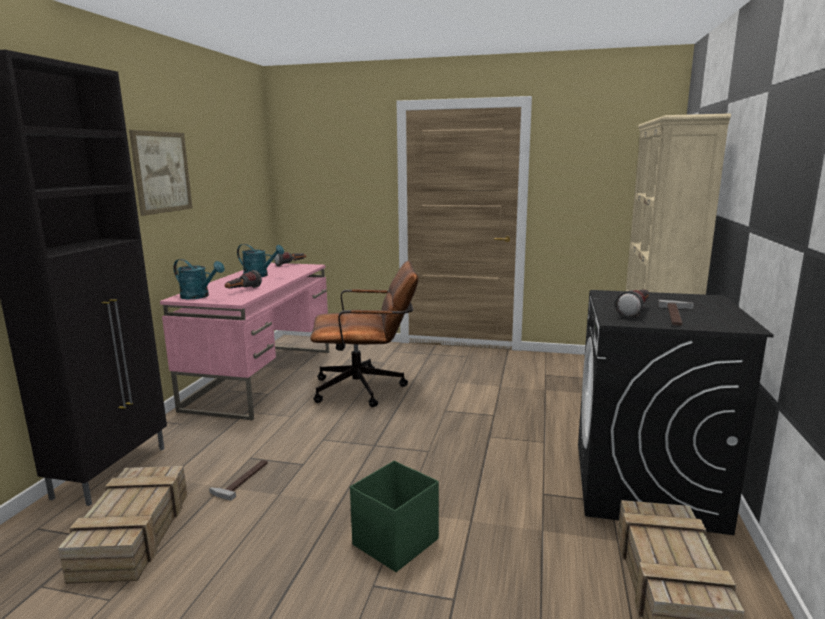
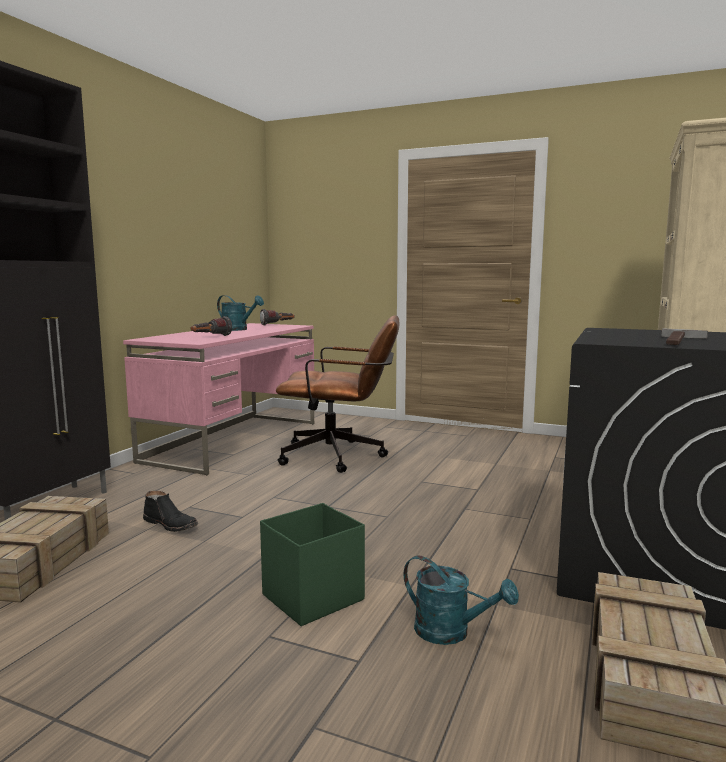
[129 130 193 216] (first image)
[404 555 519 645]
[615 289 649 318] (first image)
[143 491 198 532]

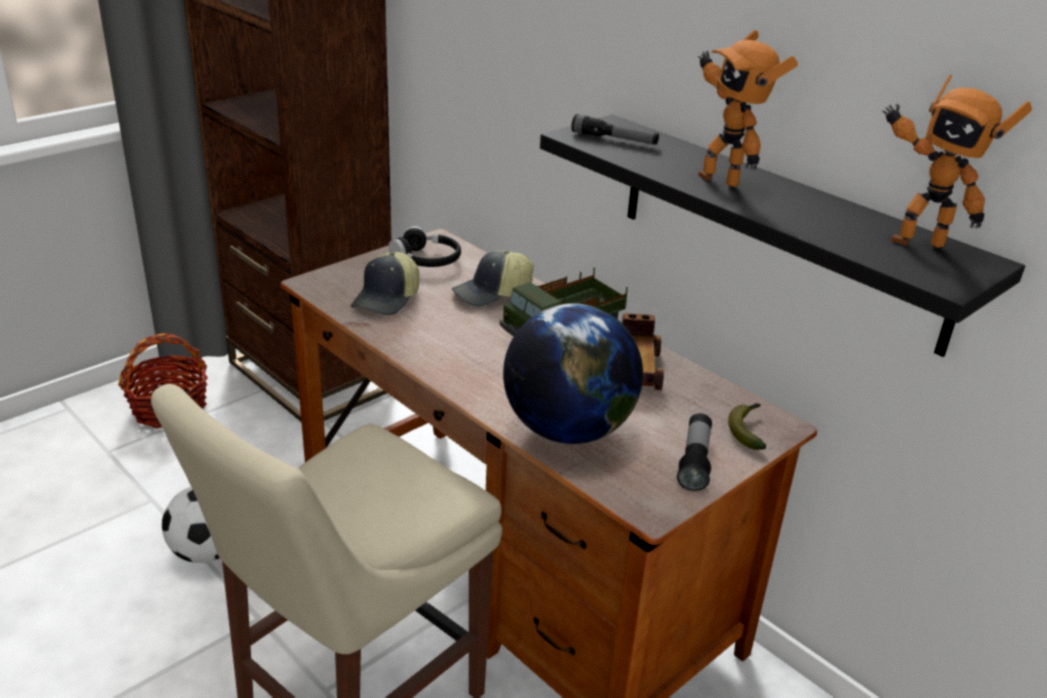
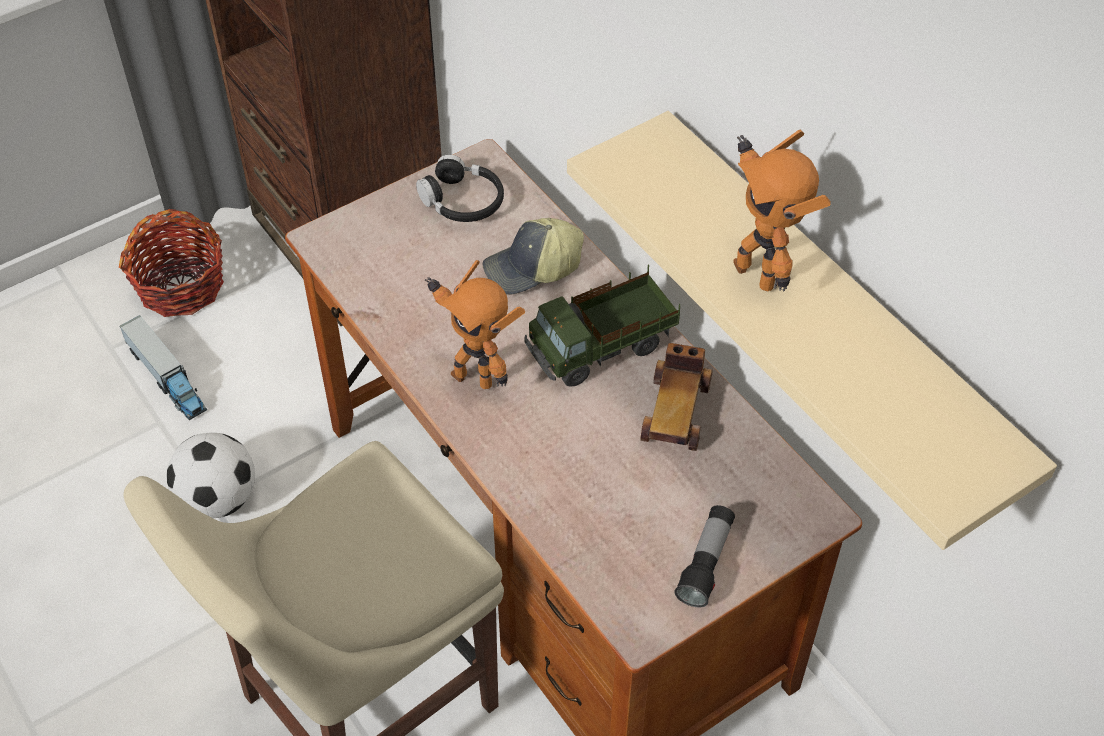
[425 260 525 389]
[567 111 1057 550]
[571 114 659 145] (first image)
[351 252 419 316] (first image)
[503 303 643 444] (first image)
[728 403 766 450] (first image)
[119 315 207 420]

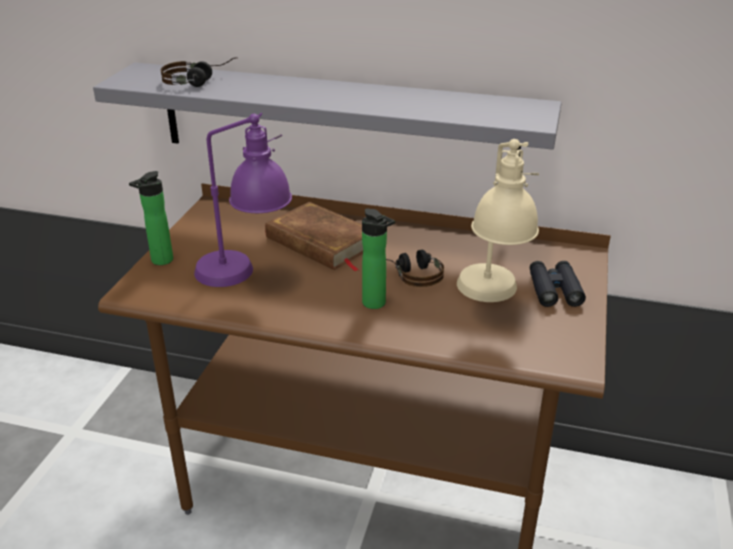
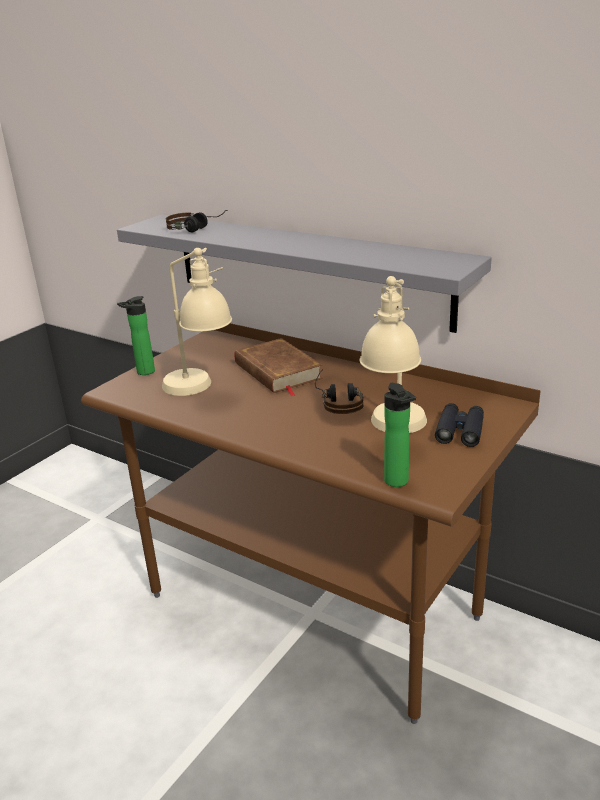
[162 248 232 396]
[384 383 416 487]

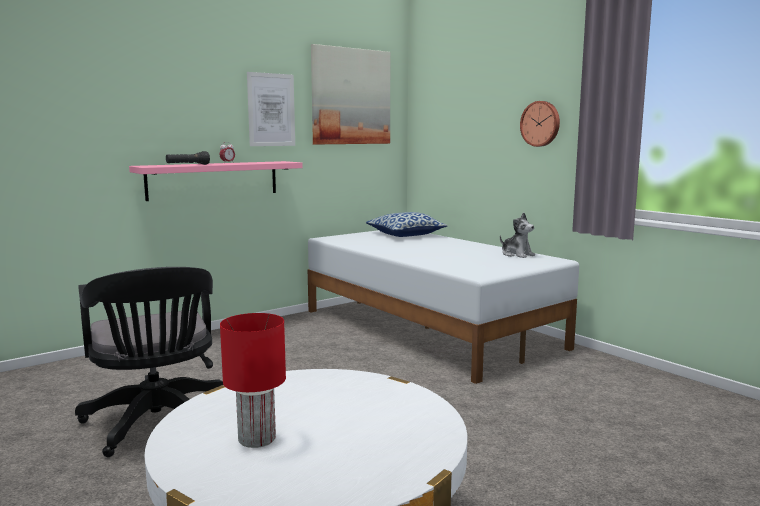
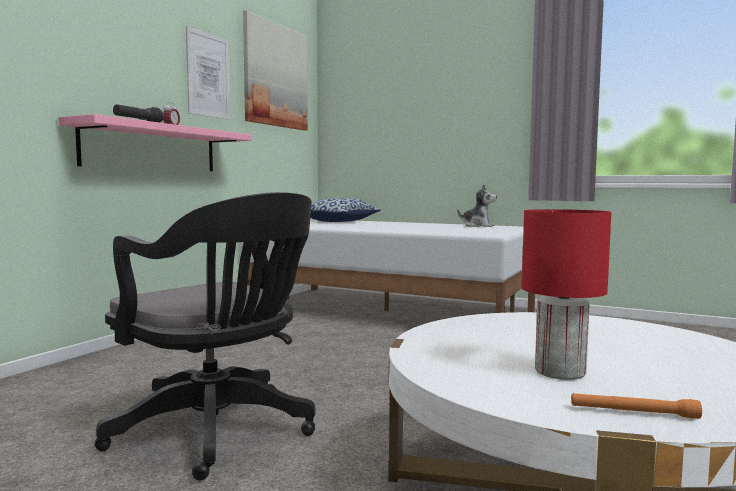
[520 101 560 147] (first image)
[571 393 702 419]

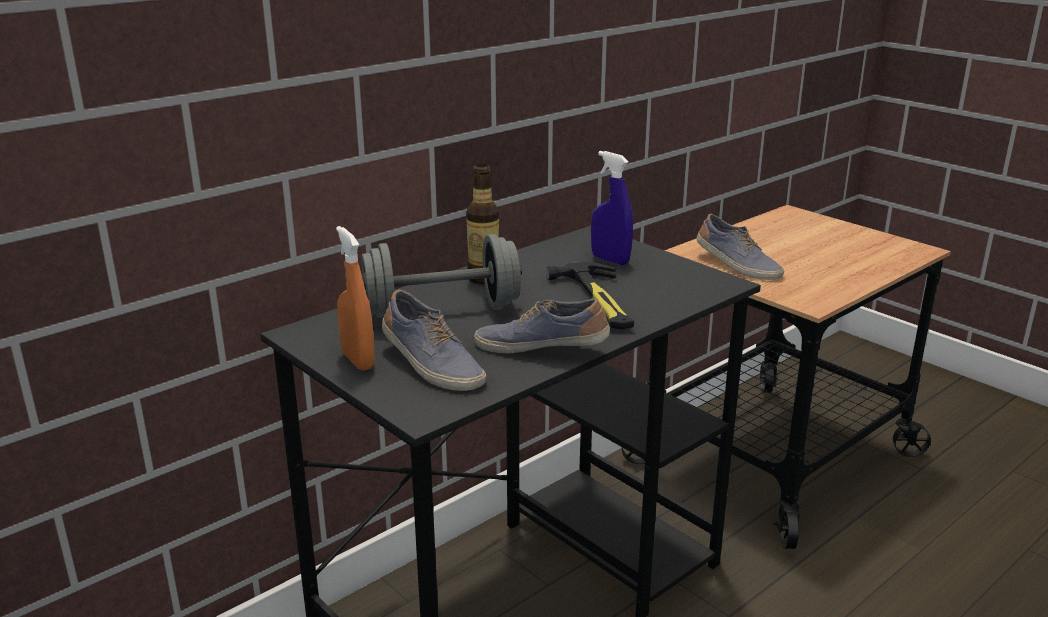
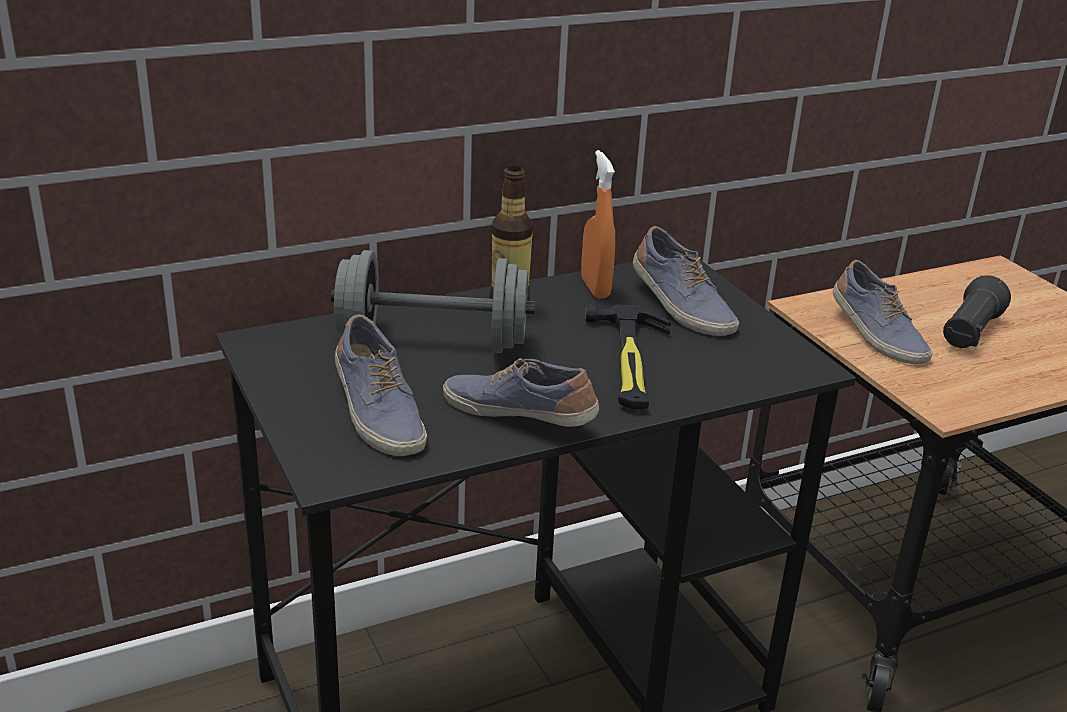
[633 226 739 336]
[581 150 615 299]
[943 275 1011 348]

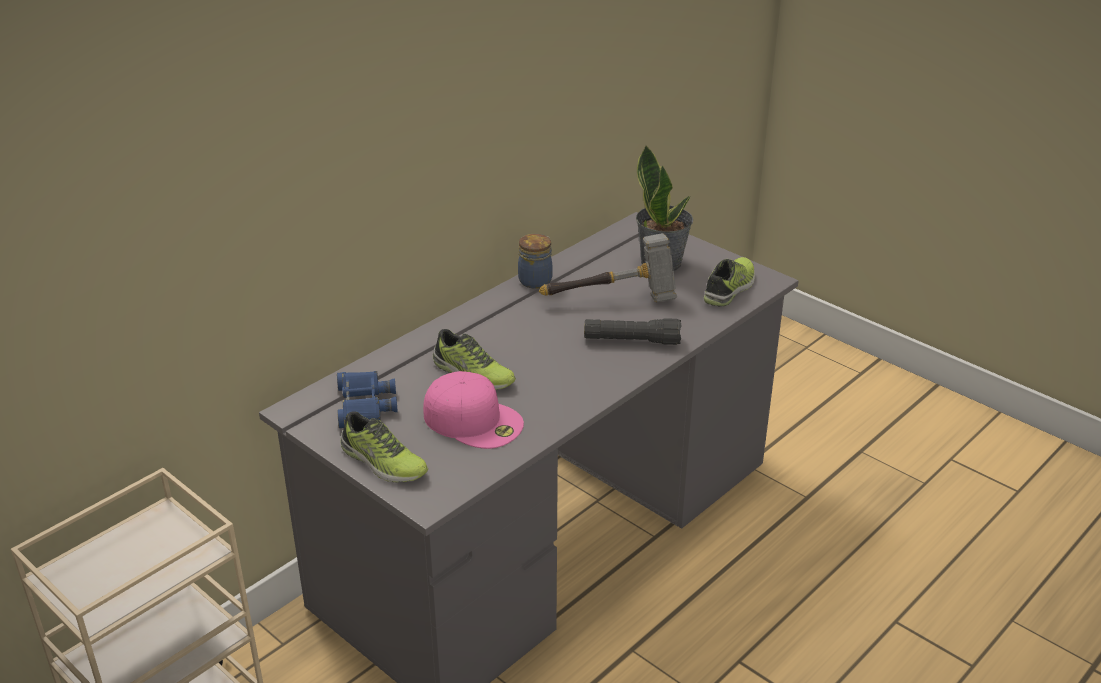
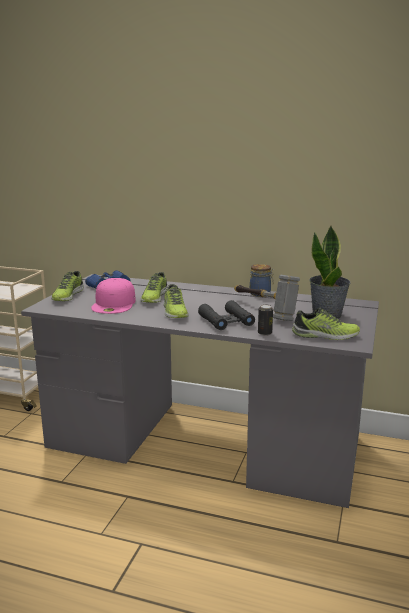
[198 300 255 330]
[164 284 189 318]
[258 305 273 336]

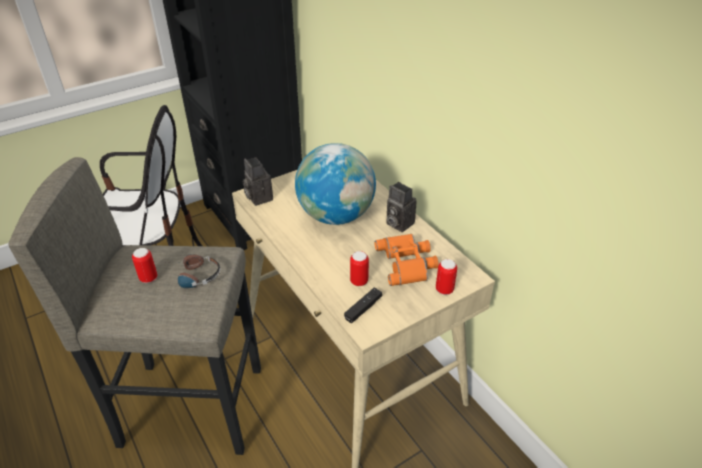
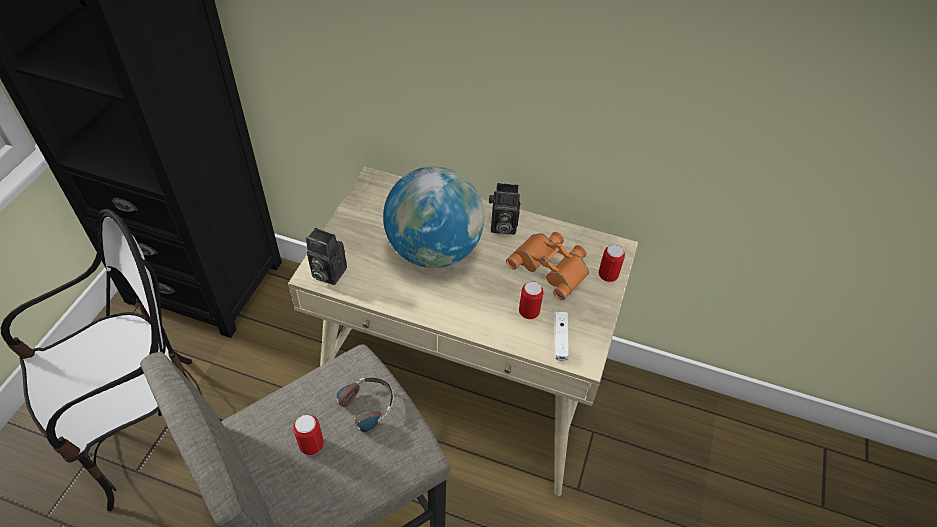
[555 311 569 361]

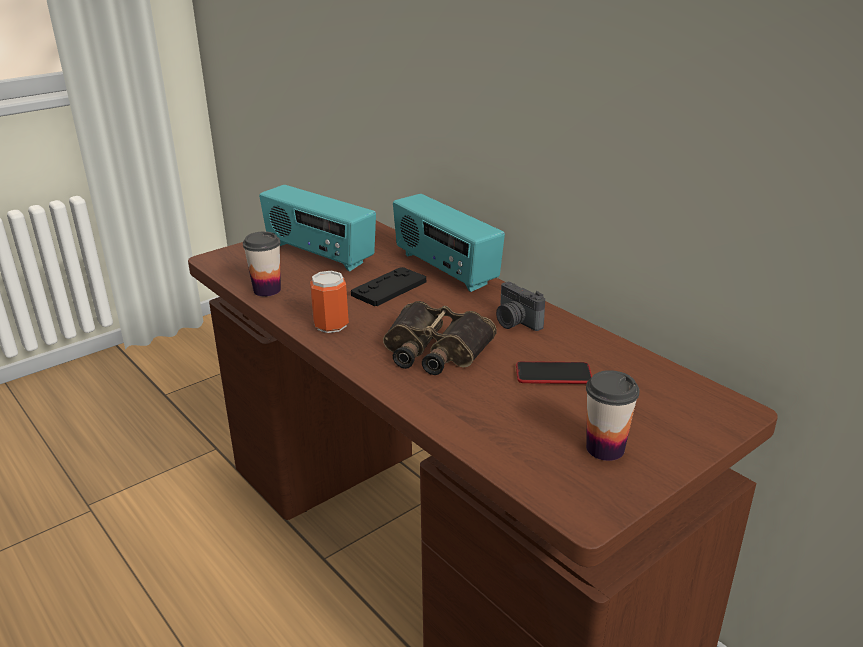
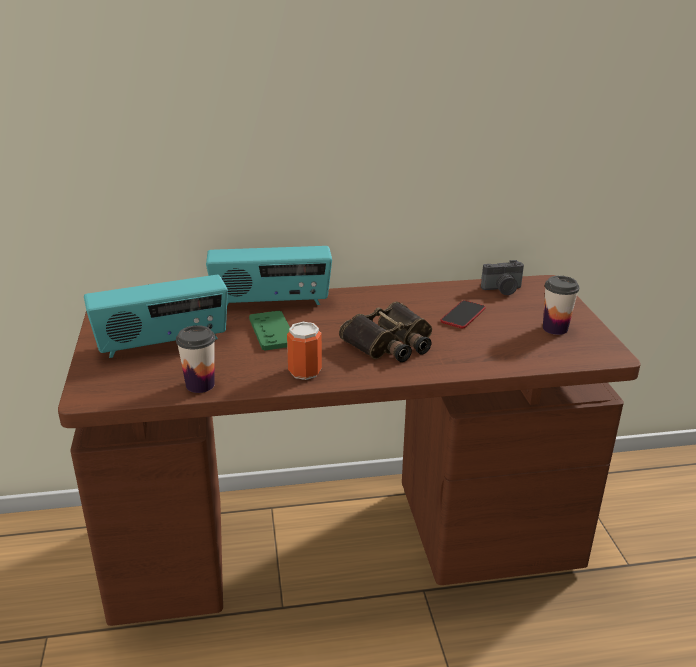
[249 310 290 351]
[481 260 524 295]

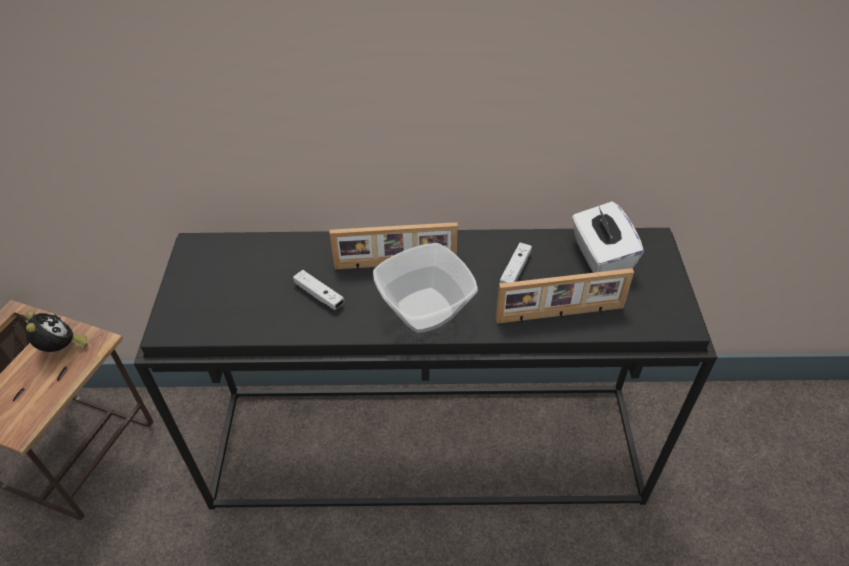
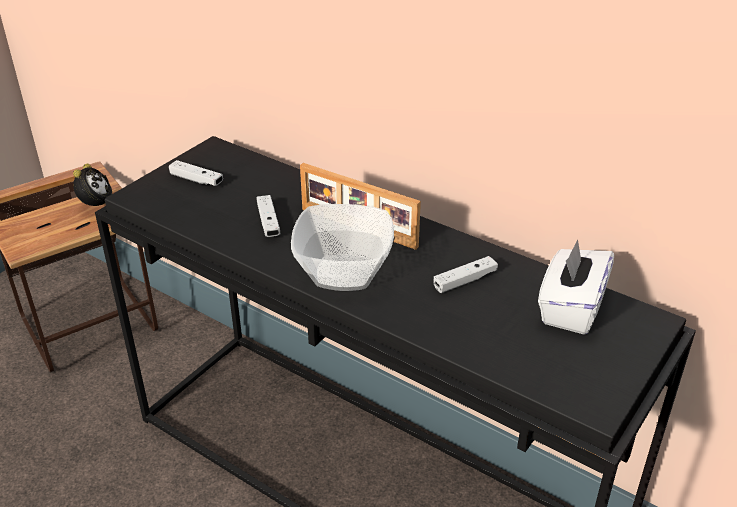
[496 268 634 324] (first image)
[169 160 223 186]

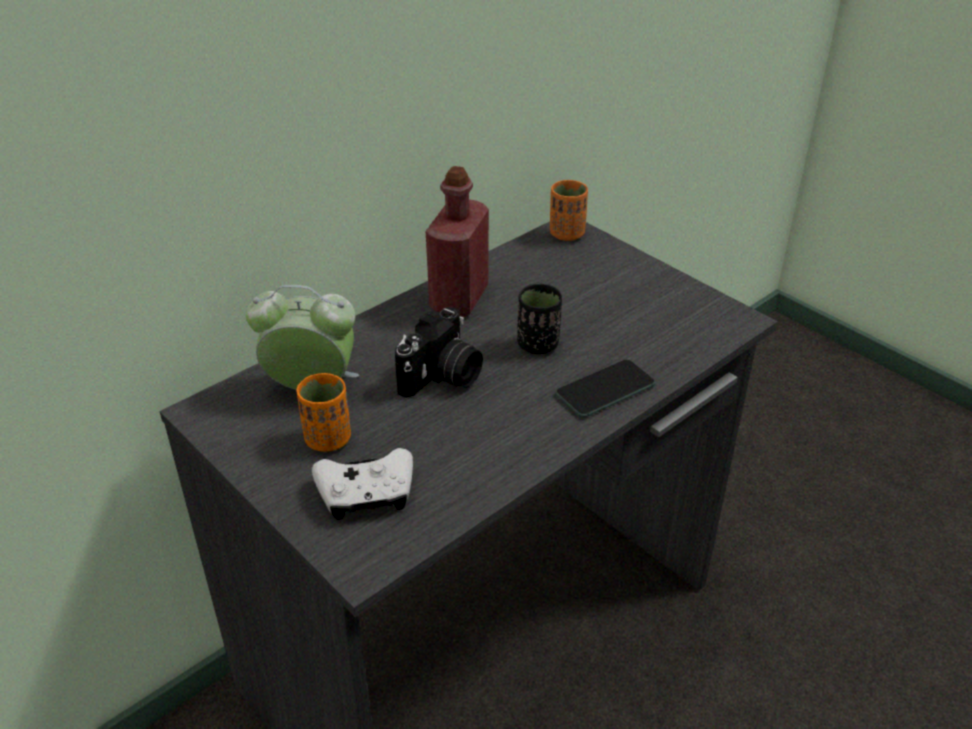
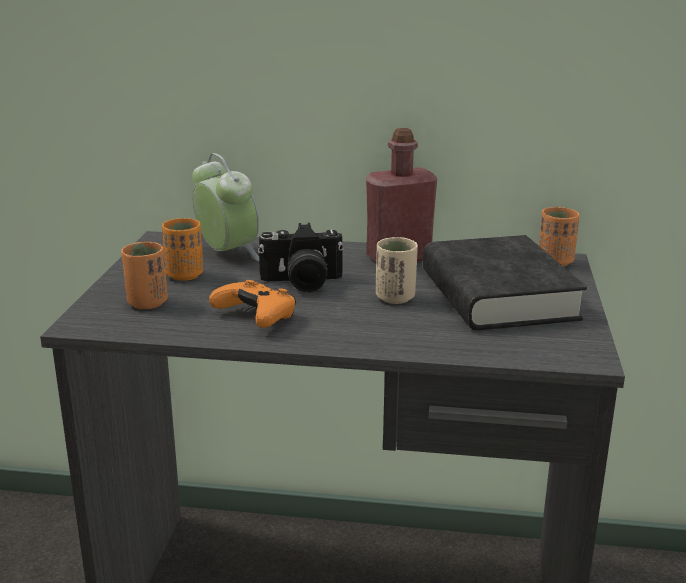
[376 237 418 304]
[555 360 655 418] (first image)
[121 242 168 309]
[423 235 587 330]
[209 280 296 328]

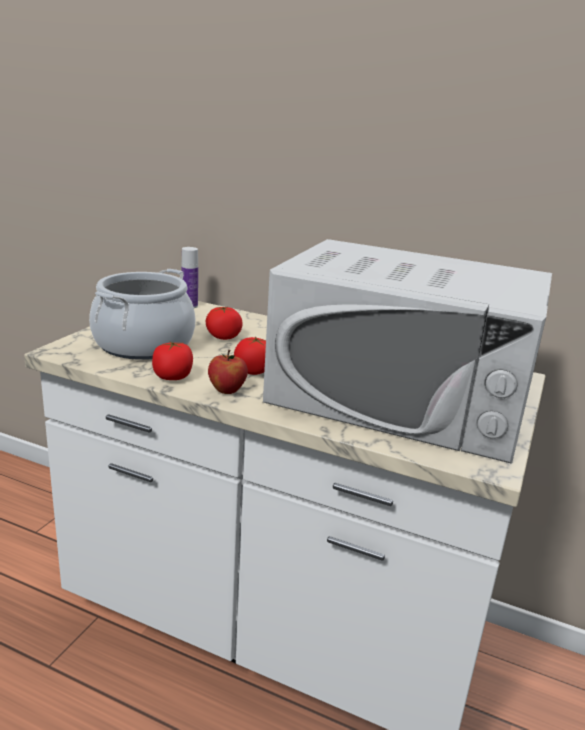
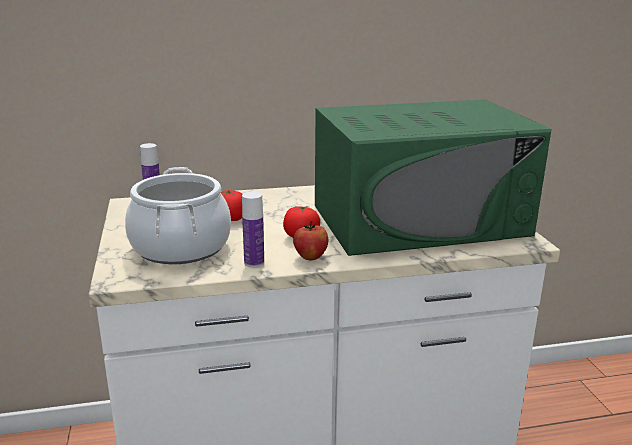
[315 100 551 256]
[242 191 264 267]

